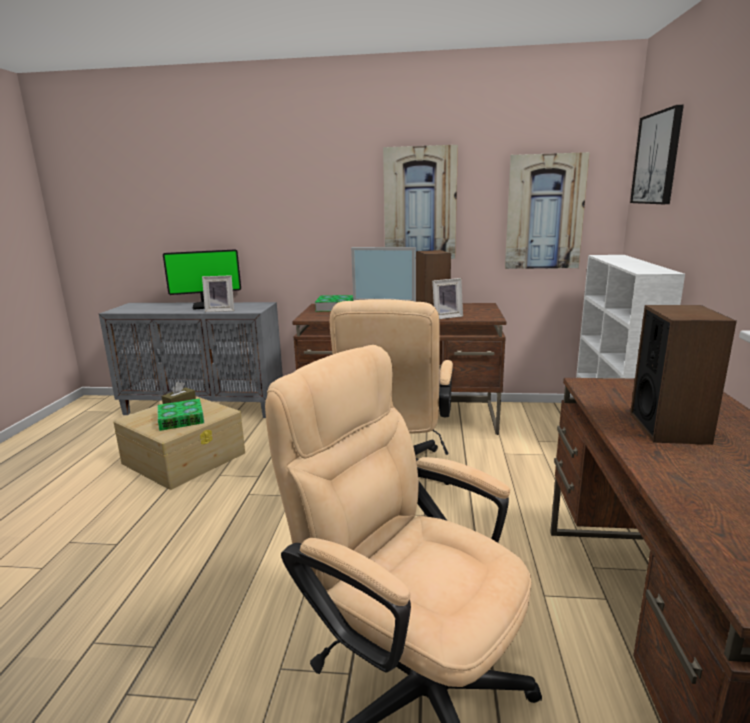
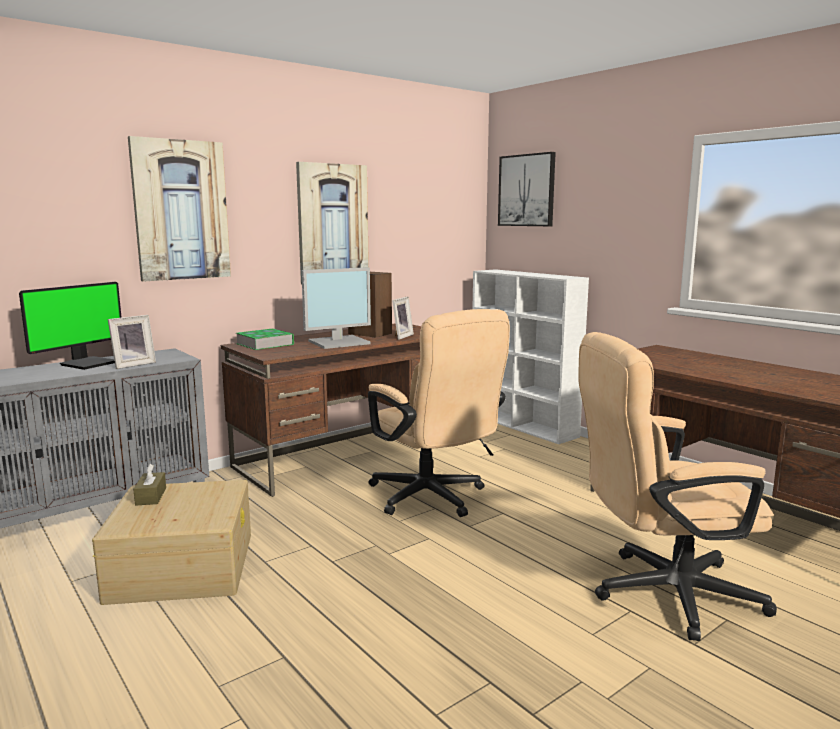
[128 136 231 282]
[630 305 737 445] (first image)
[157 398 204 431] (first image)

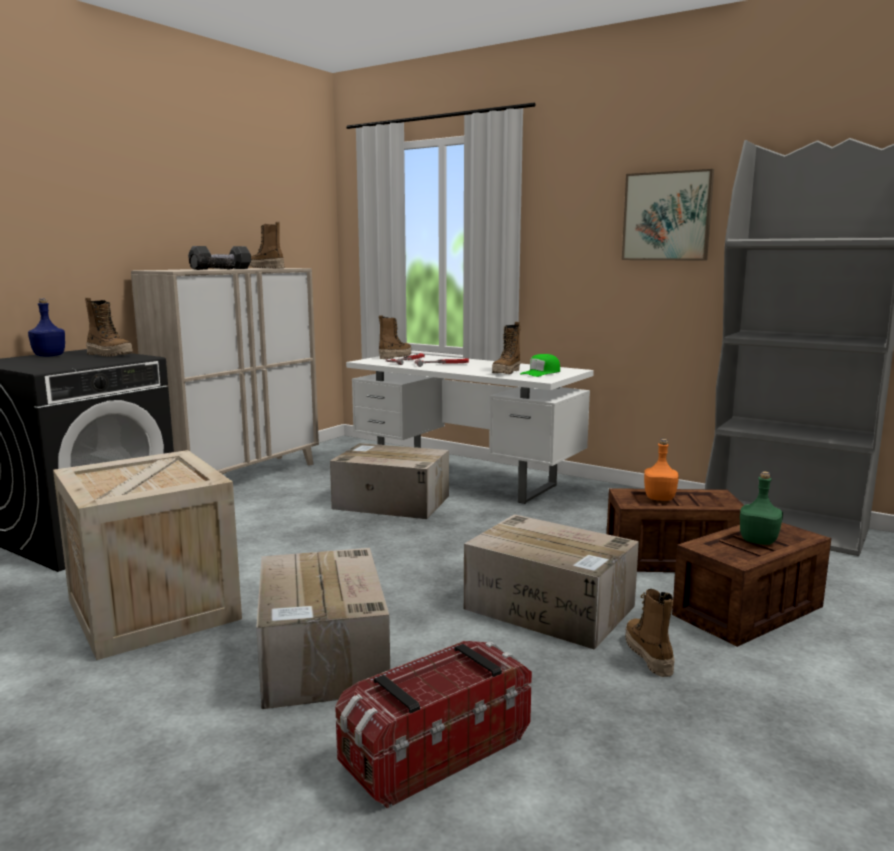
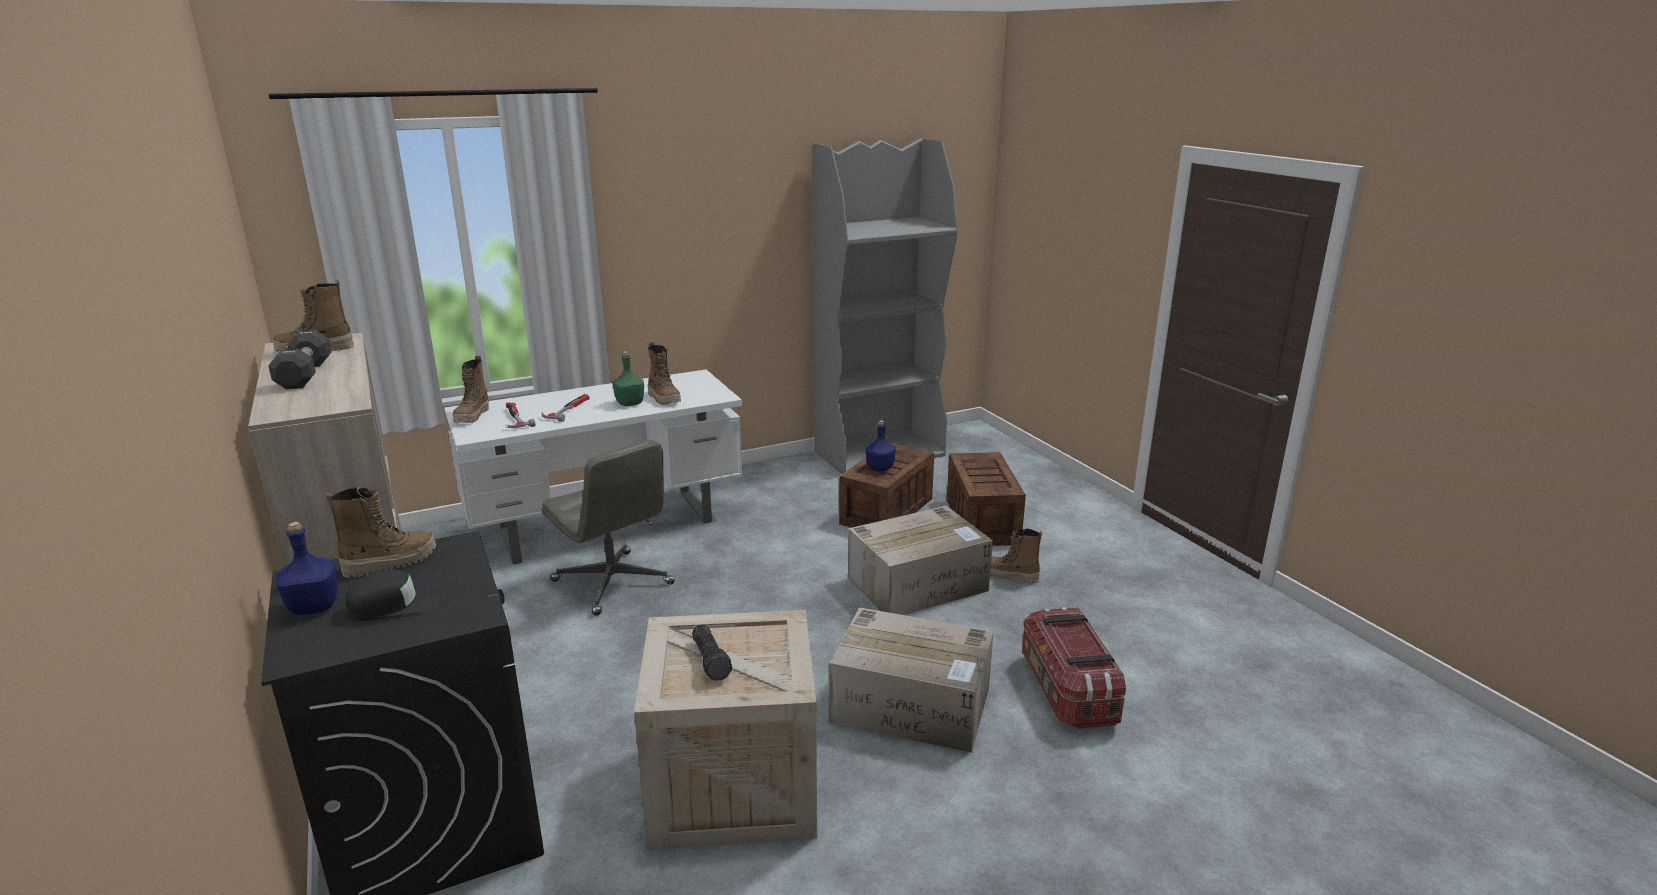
[622 169 714 261] (first image)
[692 625 732 681]
[452 356 489 423]
[520 354 560 377] (first image)
[866 420 896 472]
[541 440 675 616]
[612 351 644 406]
[345 569 440 621]

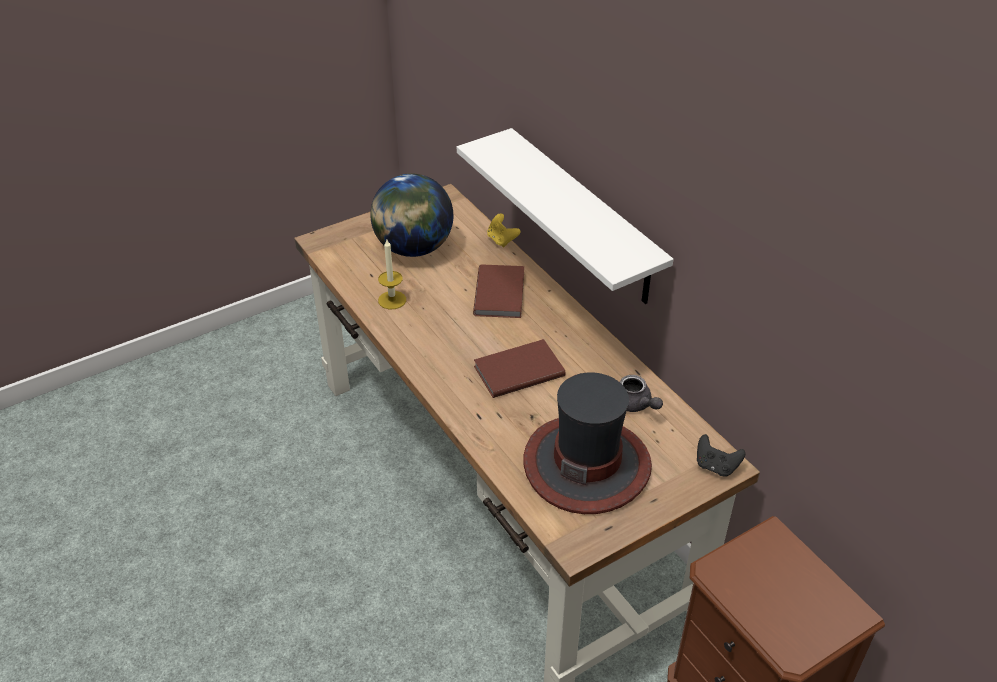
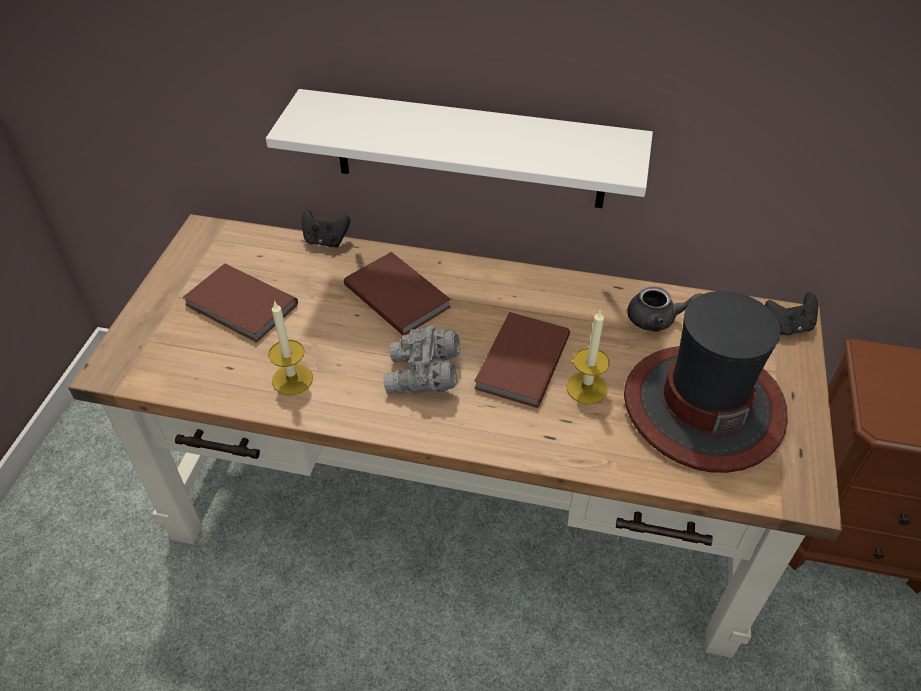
[182 264 298 343]
[302 210 350 248]
[566 309 610 404]
[384 326 461 394]

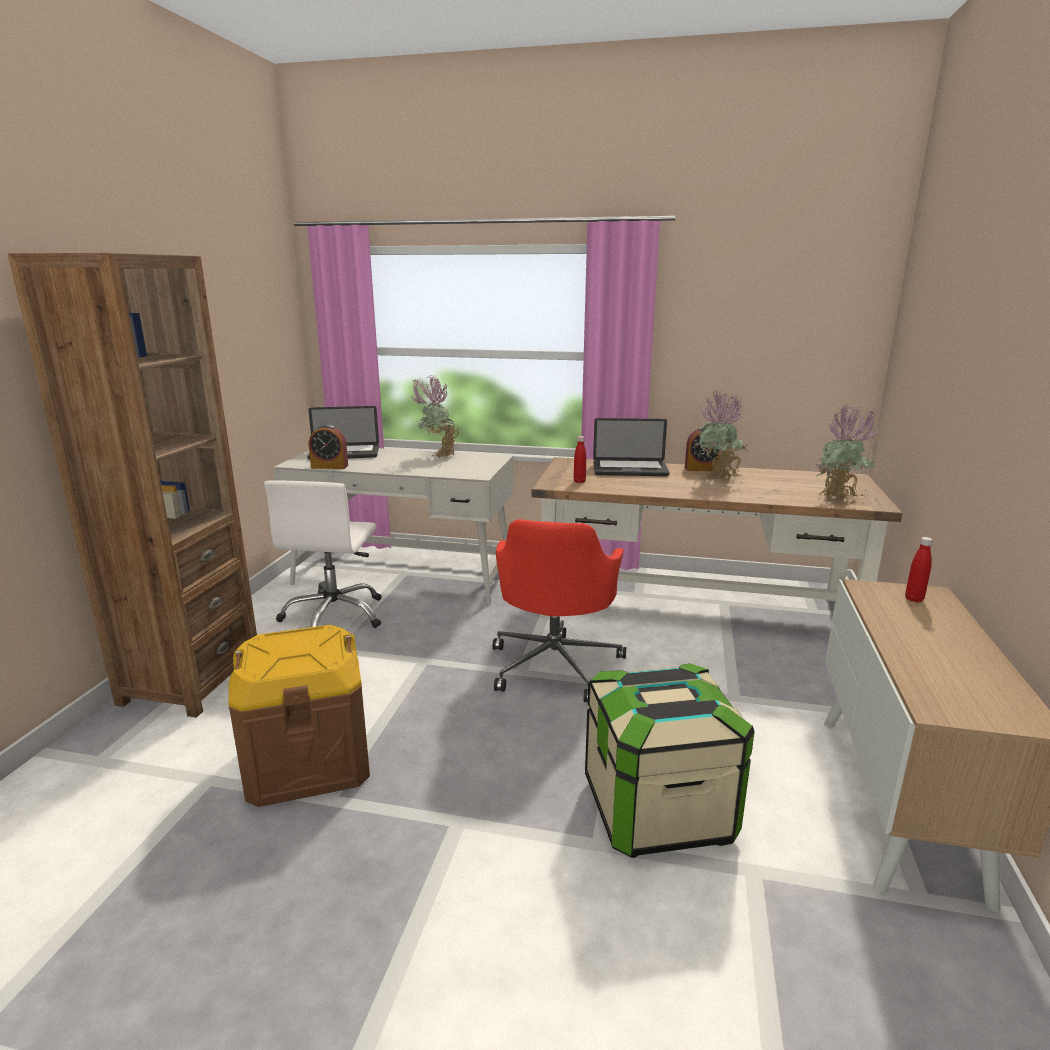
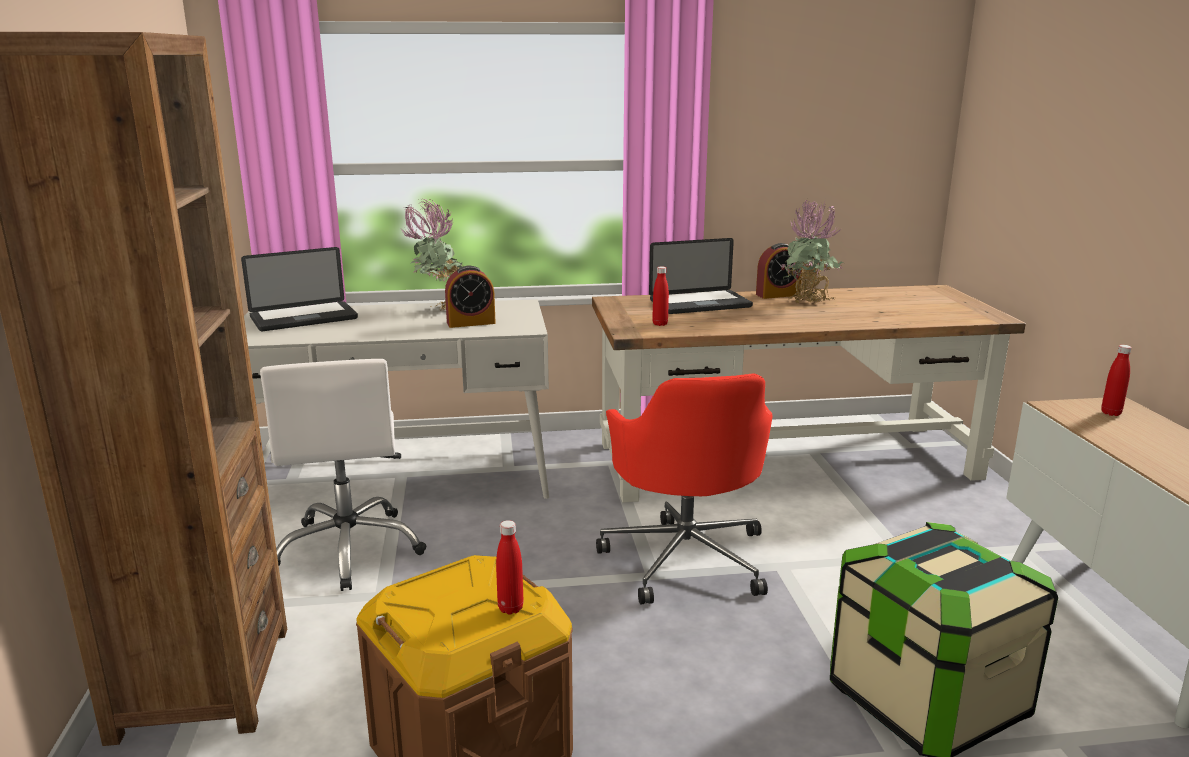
[816 405 879 500] (first image)
[445 266 496 328]
[496 520 524 615]

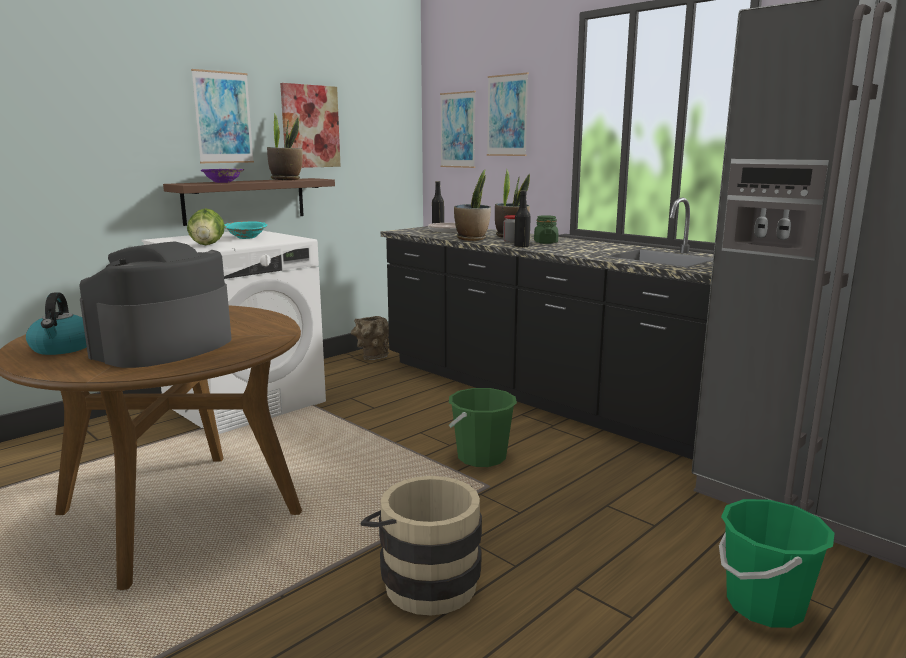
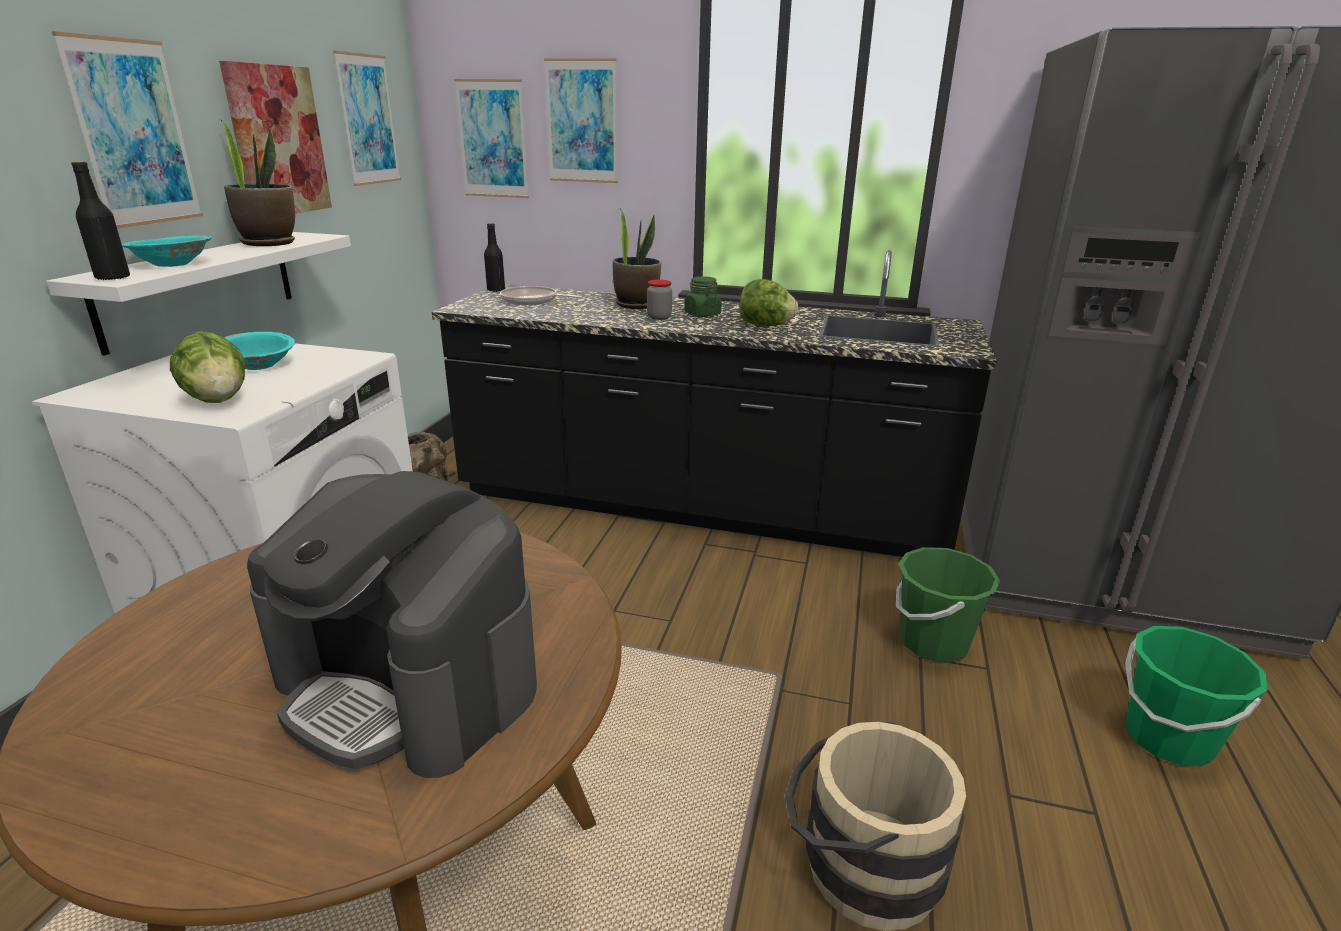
[122 235 212 267]
[454 169 491 241] (first image)
[46 232 351 356]
[71 162 130 280]
[247 471 537 778]
[26 292 87 355] (first image)
[896 547 1000 662]
[333 51 401 186]
[740 279 798 326]

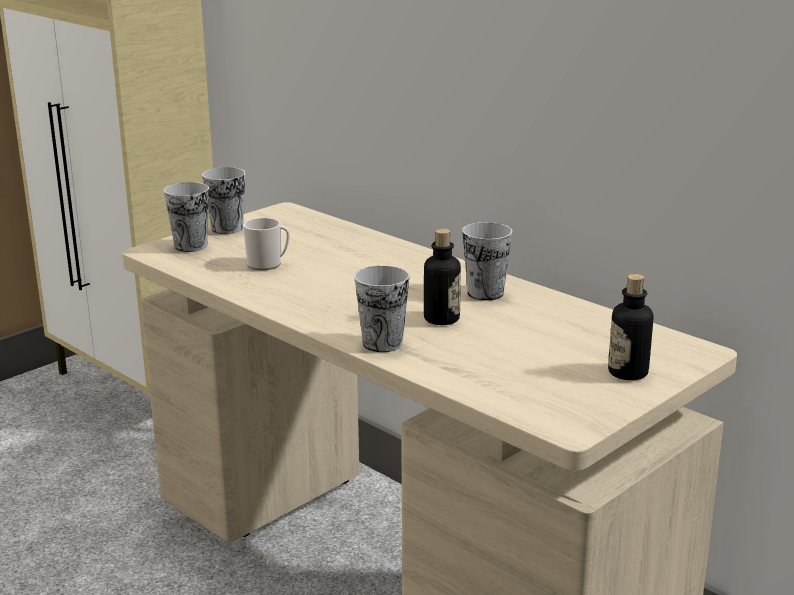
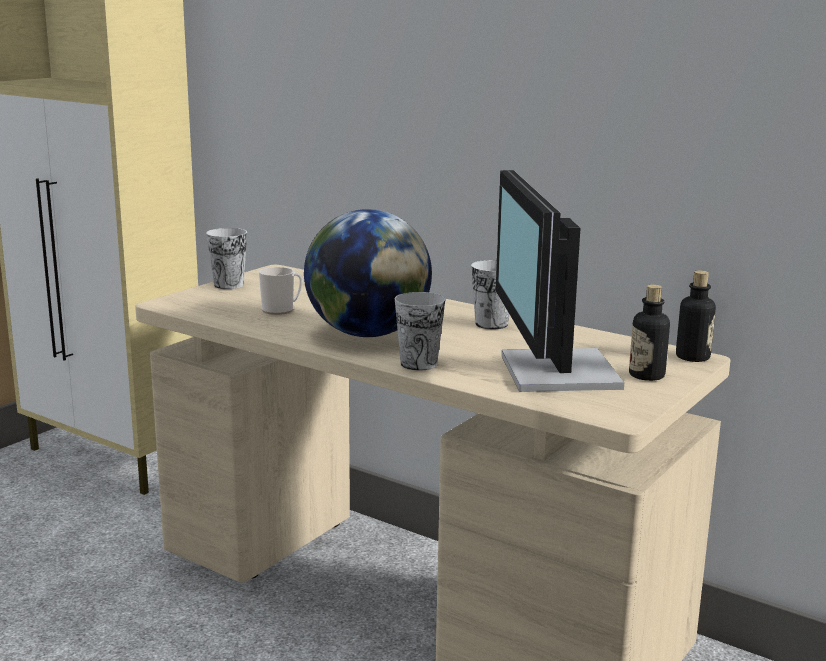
[164 182 209 252] (first image)
[676 270 716 362]
[496 170 624 392]
[304 209 432 337]

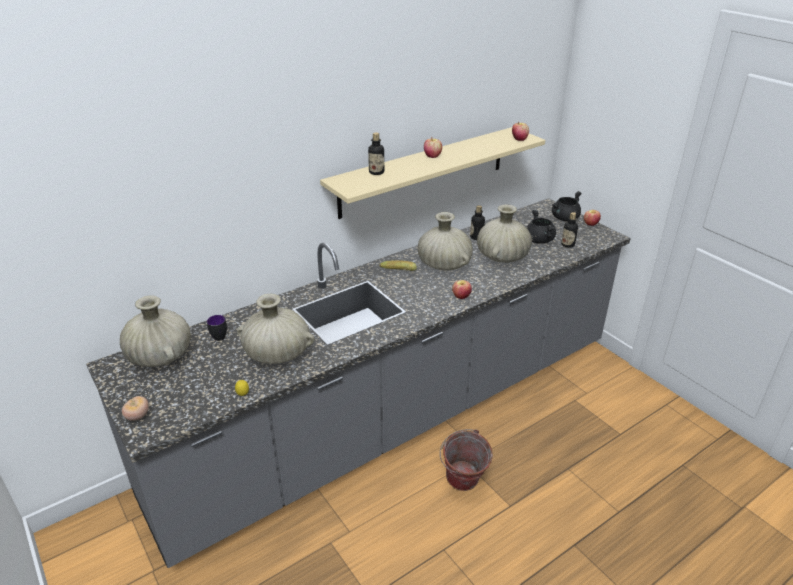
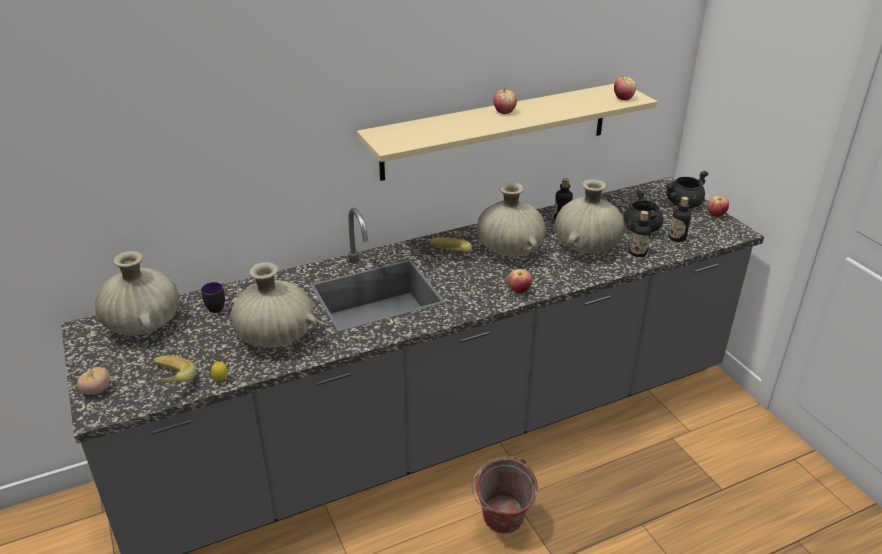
[629 211 651 257]
[153 355 196 383]

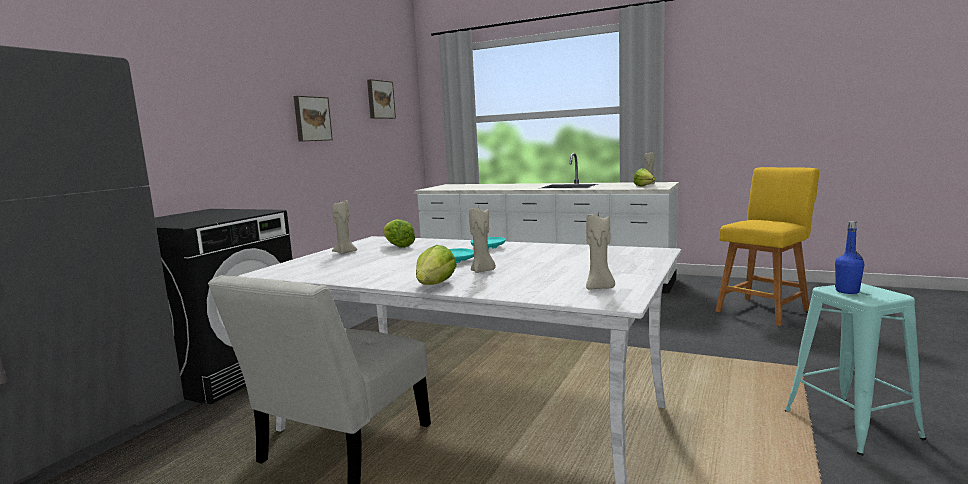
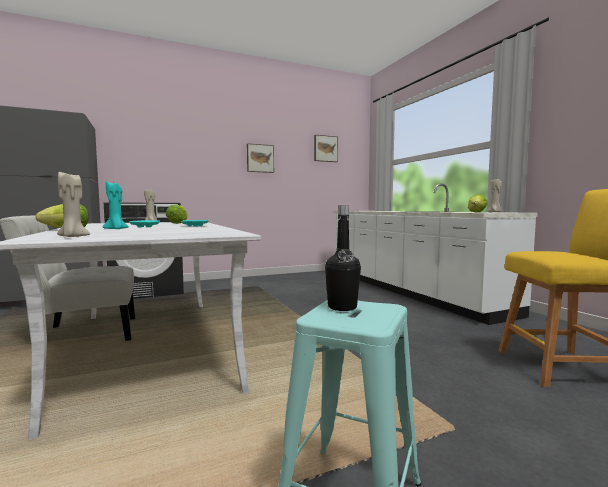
[103 181 129 229]
[325 205 361 311]

